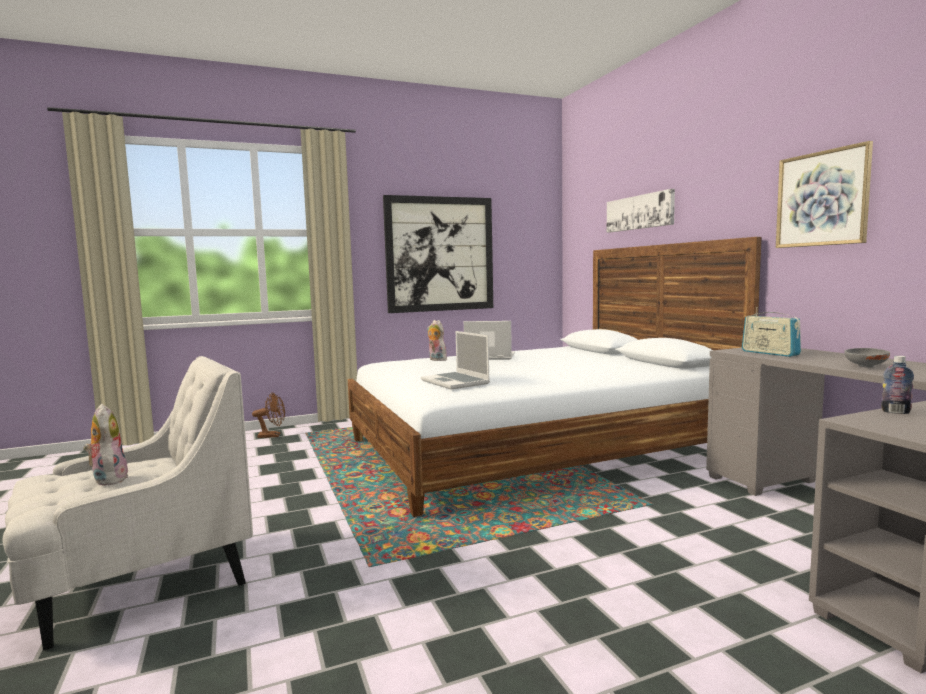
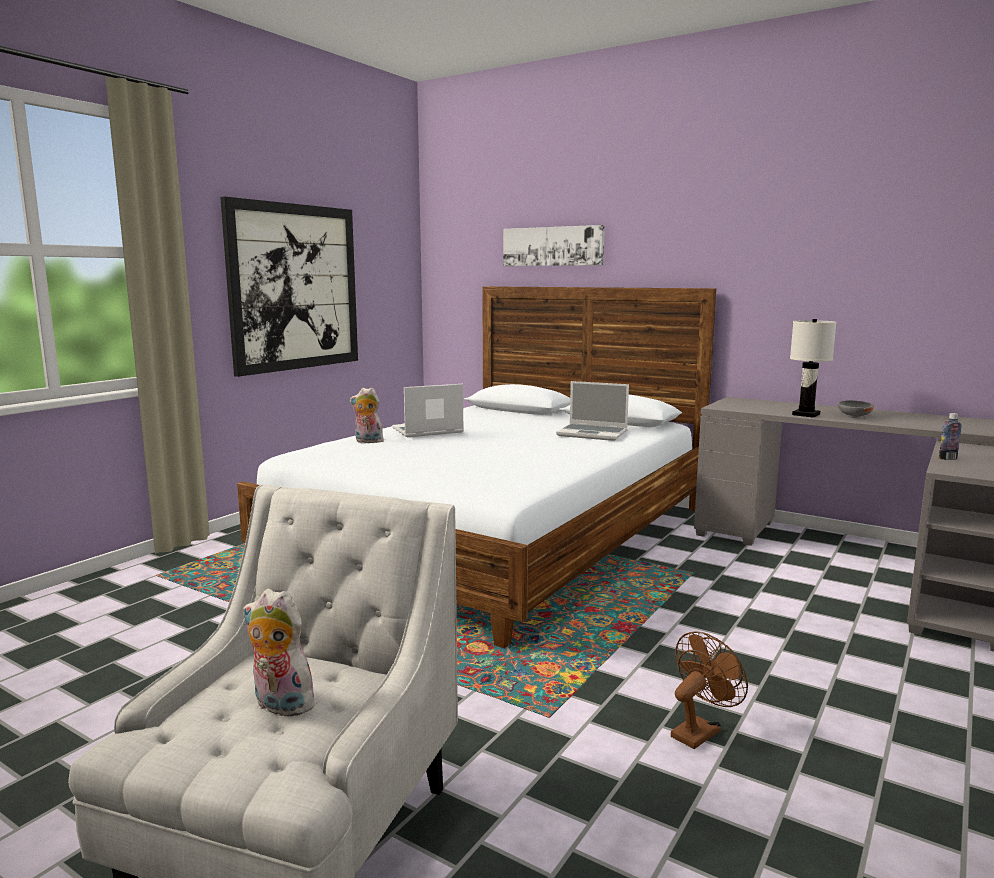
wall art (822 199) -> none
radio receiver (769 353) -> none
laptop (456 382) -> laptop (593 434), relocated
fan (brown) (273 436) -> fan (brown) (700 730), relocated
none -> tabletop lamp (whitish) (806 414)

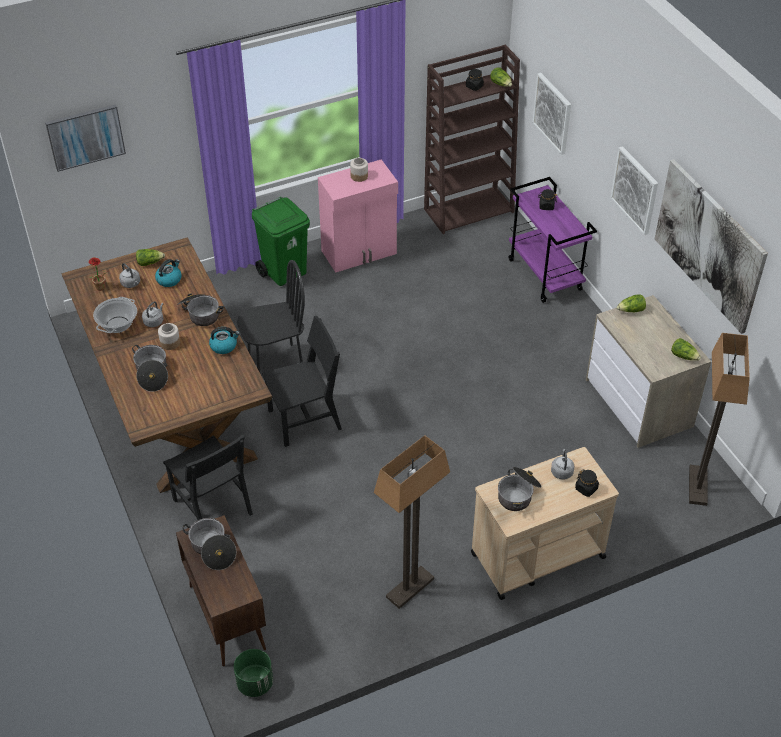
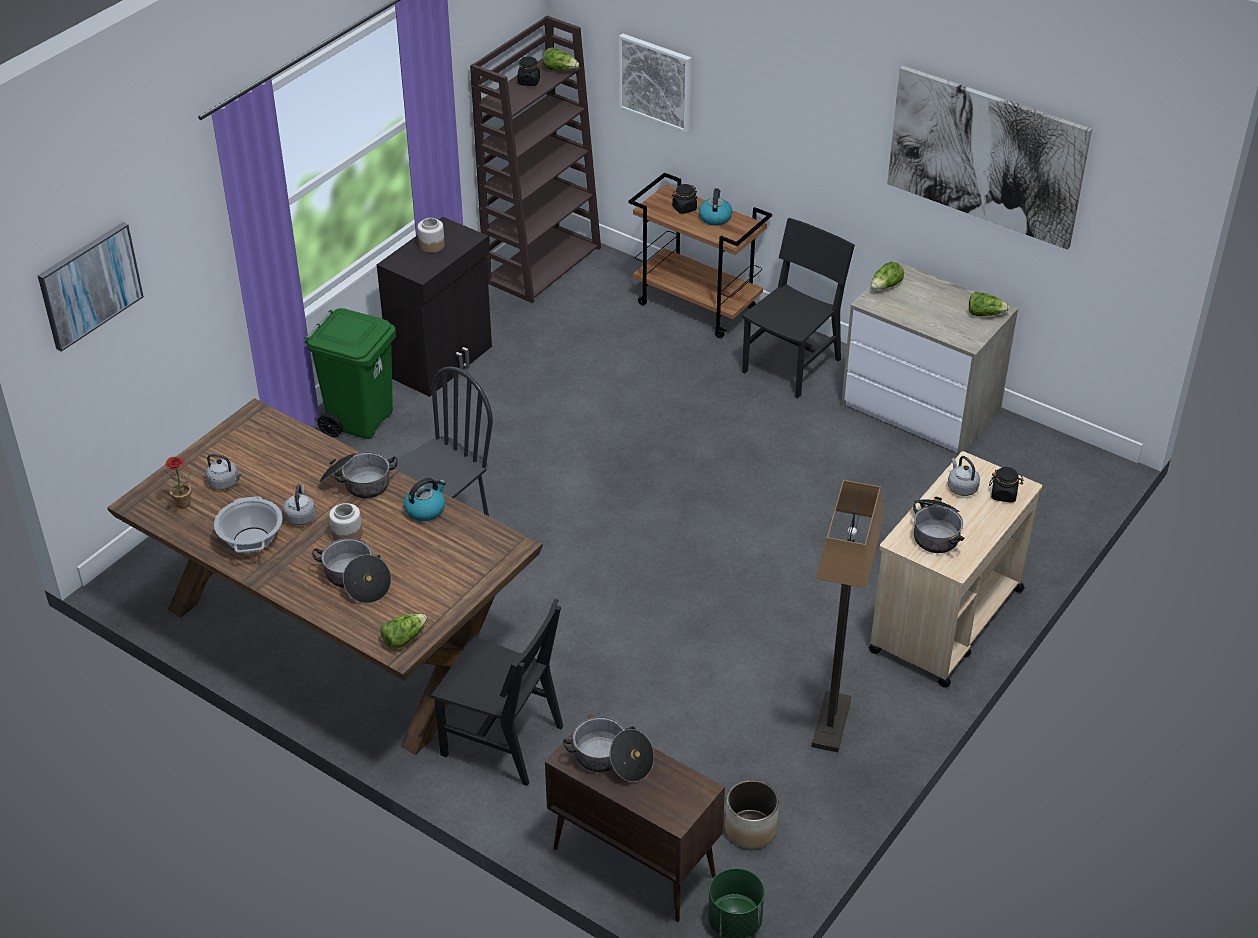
wall art (635 190) -> none
cupboard (pink-coloured) (360 253) -> cupboard (black) (442 362)
wheeled cart (purple-coloured) (545 275) -> wheeled cart (brown) (698 306)
head of lettuce (149 262) -> head of lettuce (403 638), relocated
water kettle (169 279) -> water kettle (715 217), relocated
chair (black) (305 420) -> chair (black) (792 365), relocated
standing lamp (698 486) -> none
none -> plant pot (750 829)

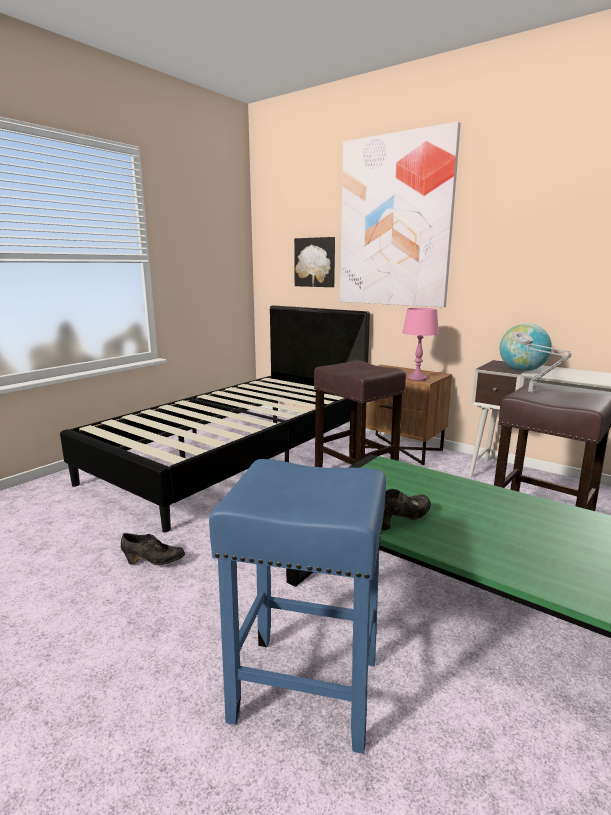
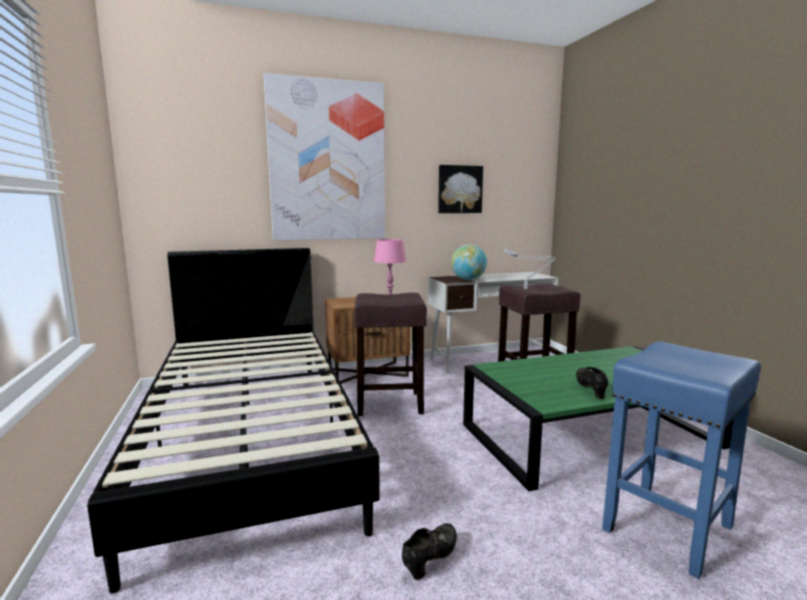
wall art (315 262) -> wall art (459 189), relocated

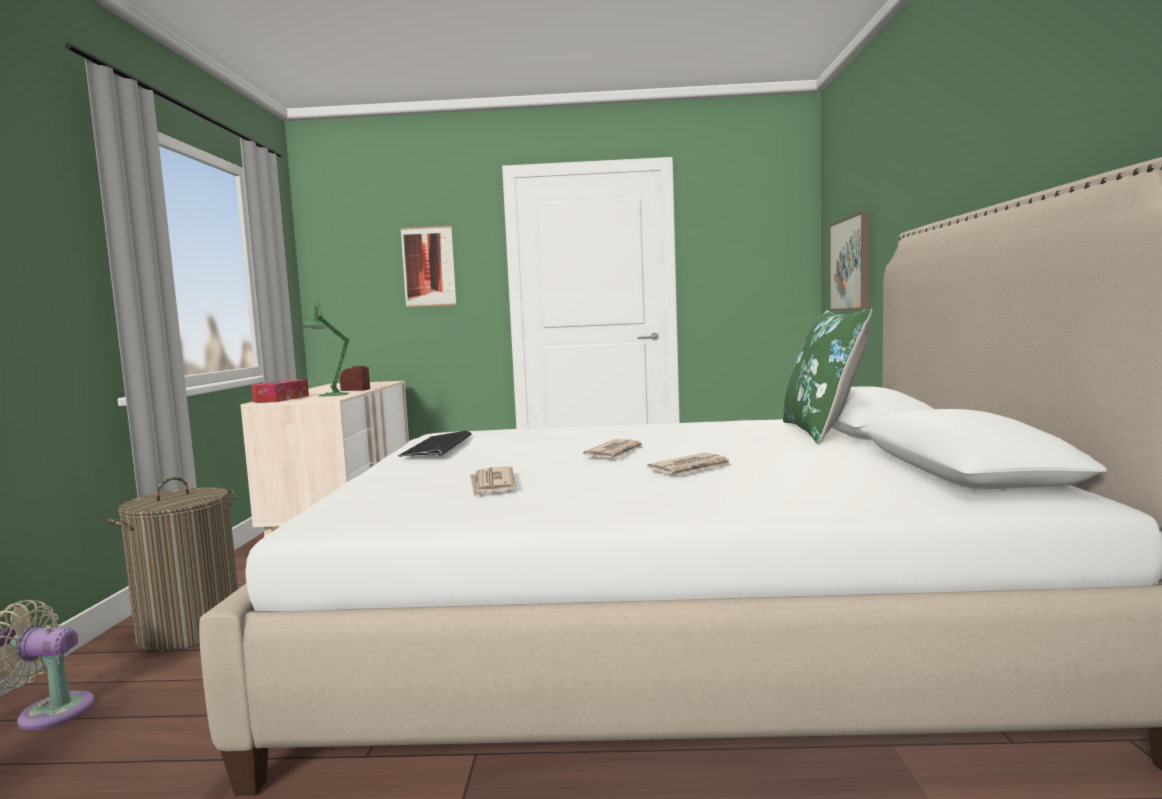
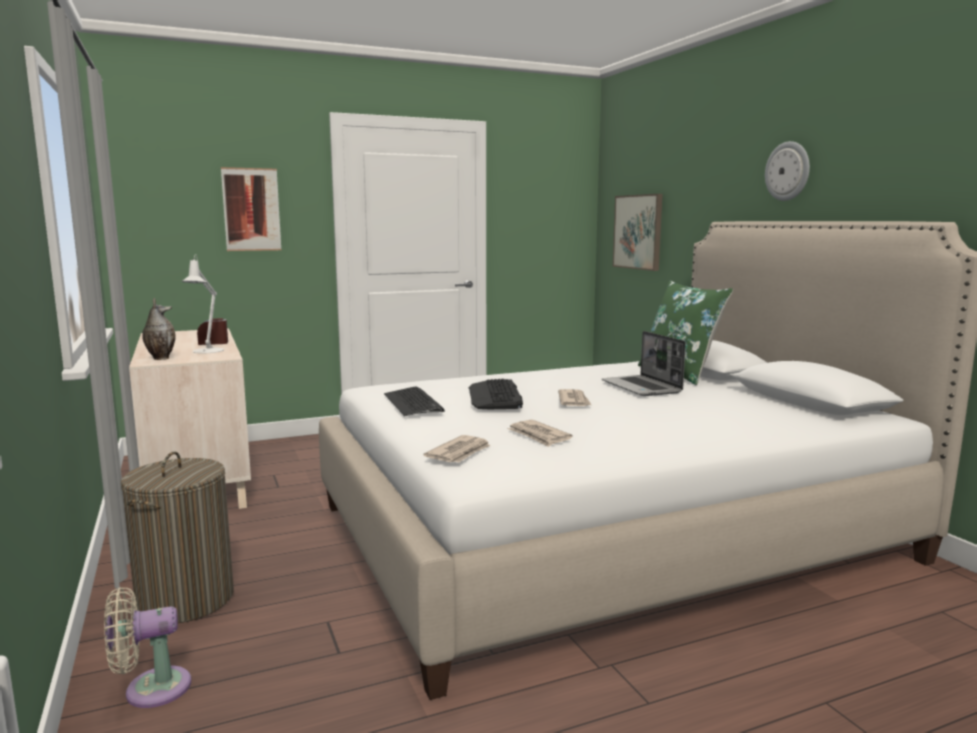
tabletop lamp (green-coloured) (330 395) -> tabletop lamp (whitish) (206 351)
tissue box (281 399) -> vase (160 358)
newspaper (691 468) -> newspaper (460 453), relocated
none -> hanging clock (788 171)
none -> laptop (642 387)
none -> PC keyboard (495 396)

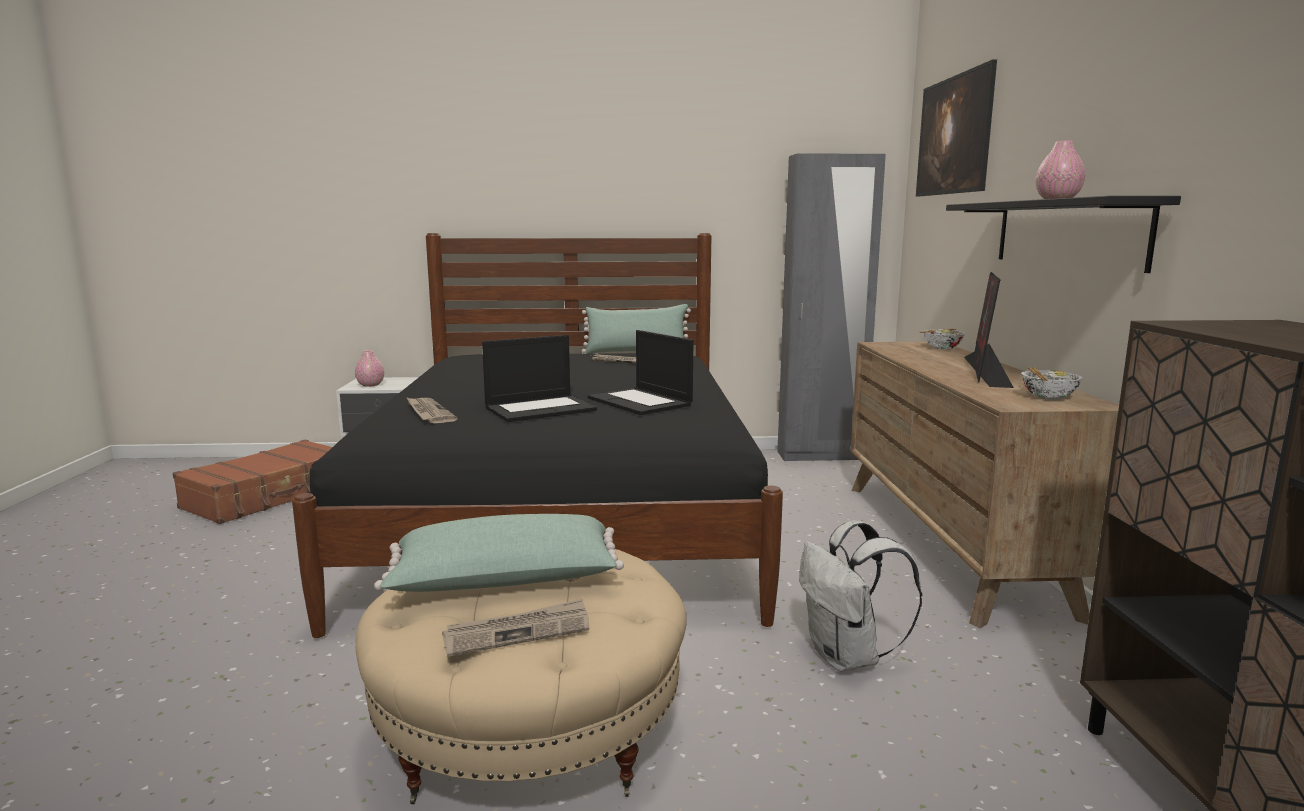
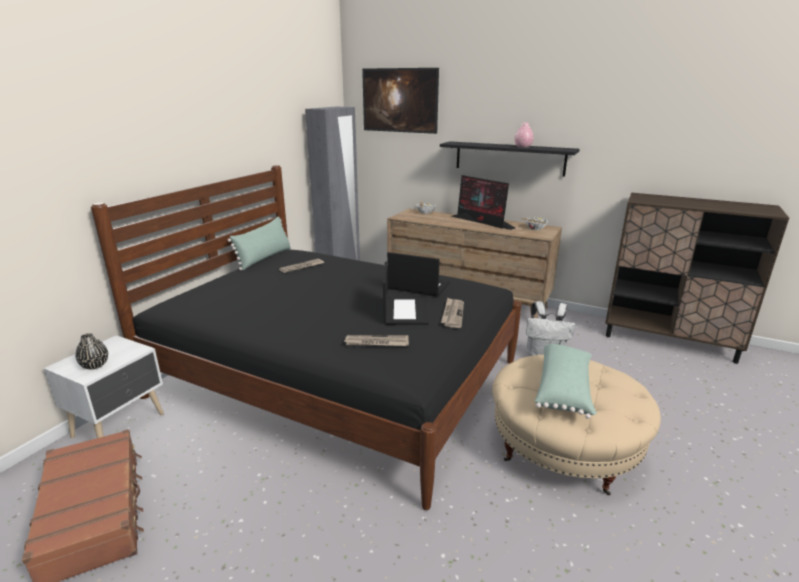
laptop (641 402) -> laptop (417 286), 150 degrees counterclockwise
vase (pink-coloured) (370 385) -> vase (black) (95 365)
newspaper (518 632) -> newspaper (452 314), relocated

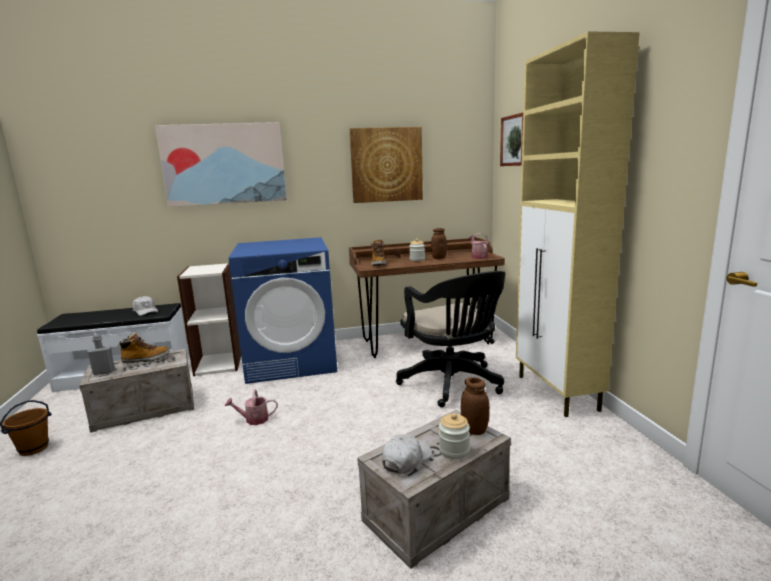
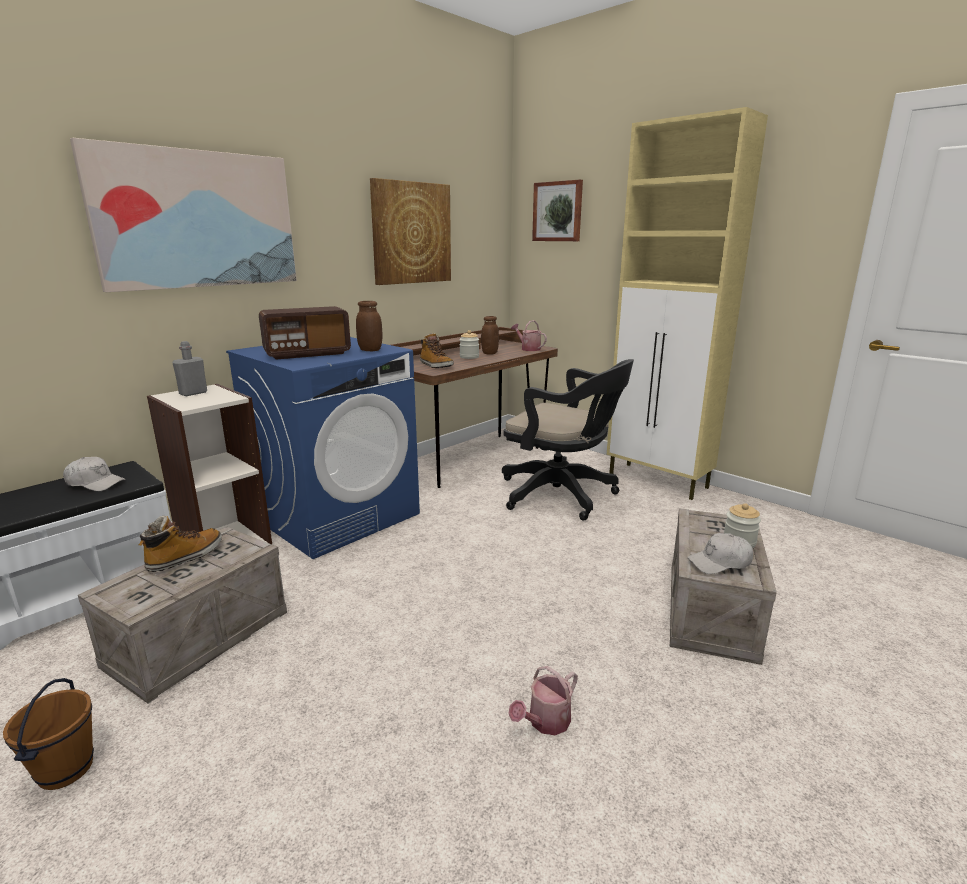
beverage bottle (grey) (104 372) -> beverage bottle (grey) (193 393), relocated
storage jar (brown) (474 430) -> storage jar (brown) (370 350), relocated
sprinkling can (253 419) -> sprinkling can (545 722), relocated
baseball cap (whitish) (406 460) -> baseball cap (whitish) (720 563), 105 degrees counterclockwise
none -> radio receiver (307 354)

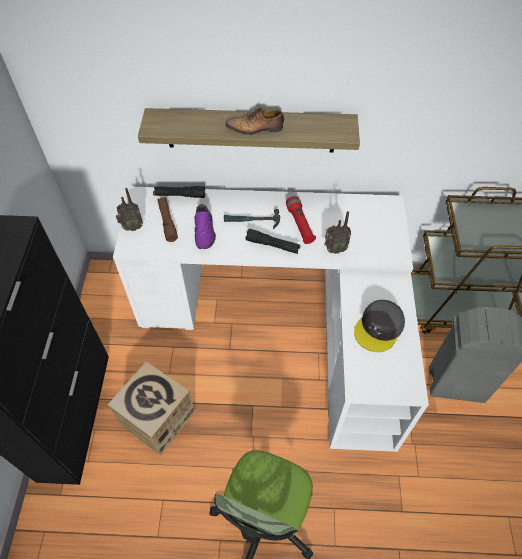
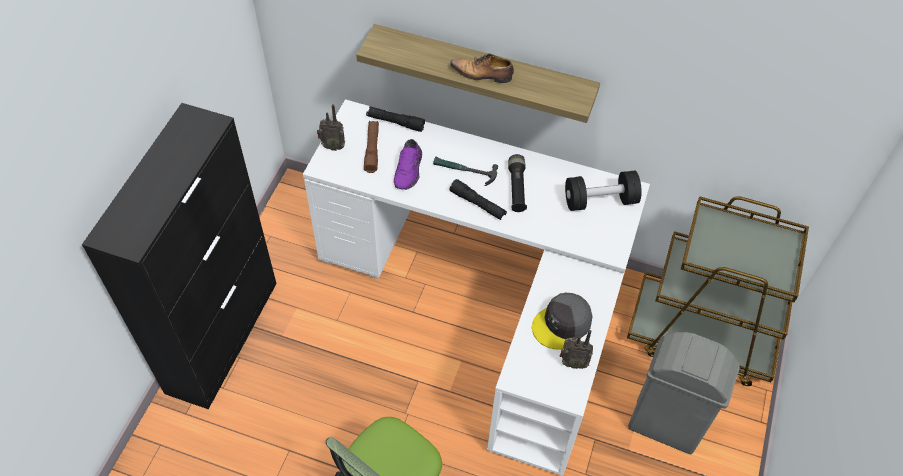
hand torch (red-coloured) (300 224) -> hand torch (black) (516 188)
radio receiver (334 249) -> radio receiver (572 362), relocated
carton (157 418) -> none
none -> hand weight (black) (600 200)

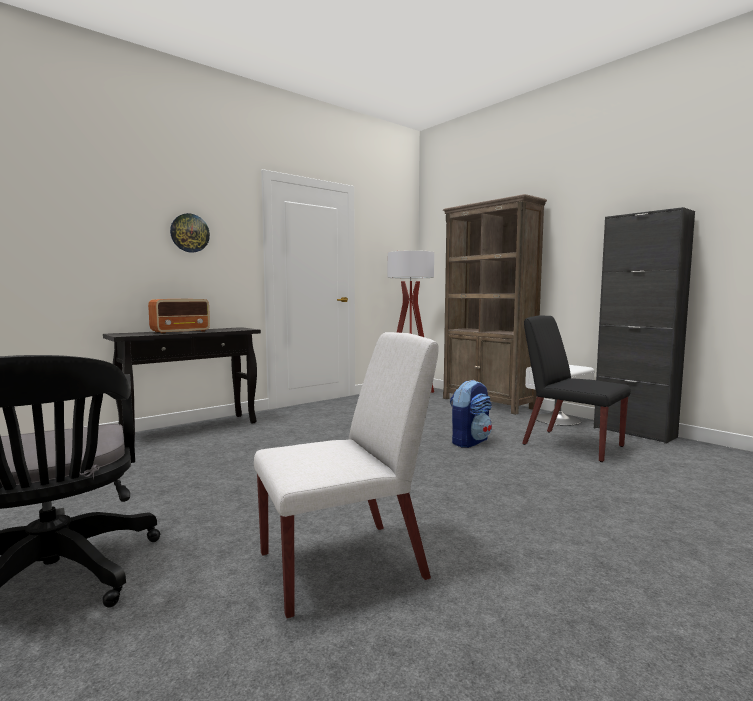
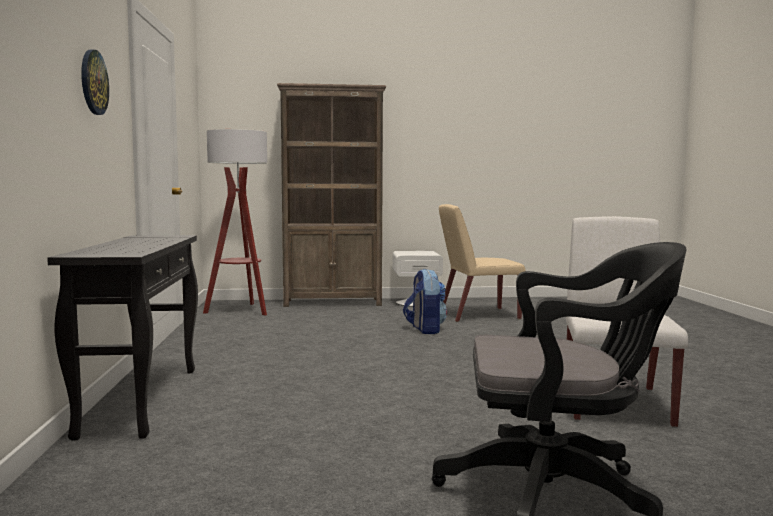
cupboard (black) (634 432) -> none
radio receiver (181 332) -> none
chair (black) (571 445) -> chair (beige-coloured) (478 315)

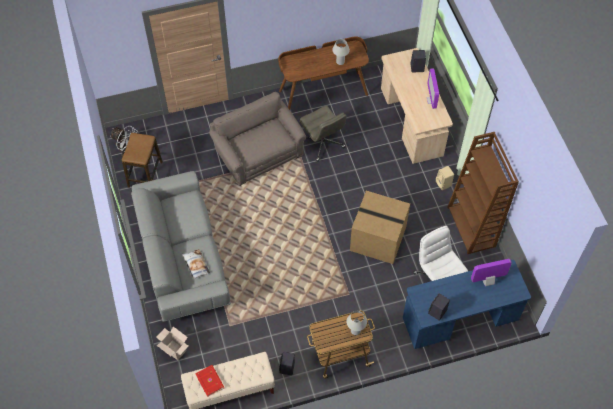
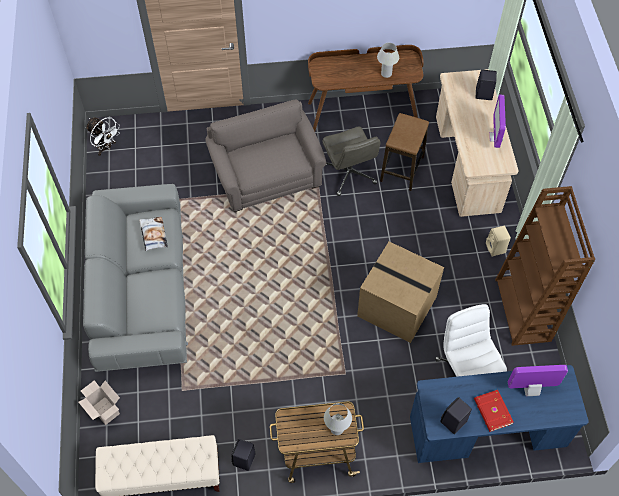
stool (145 174) -> stool (402 169), relocated
throw pillow (196 265) -> throw pillow (153 235), relocated
book (red-coloured) (209 381) -> book (red-coloured) (492 412), relocated

